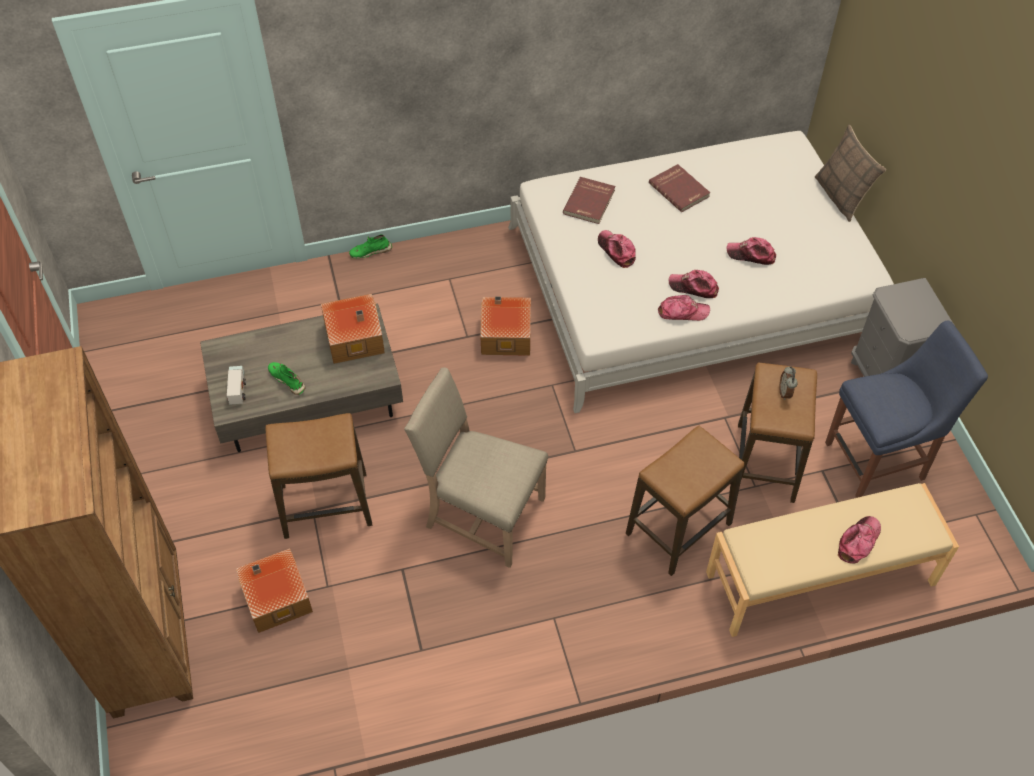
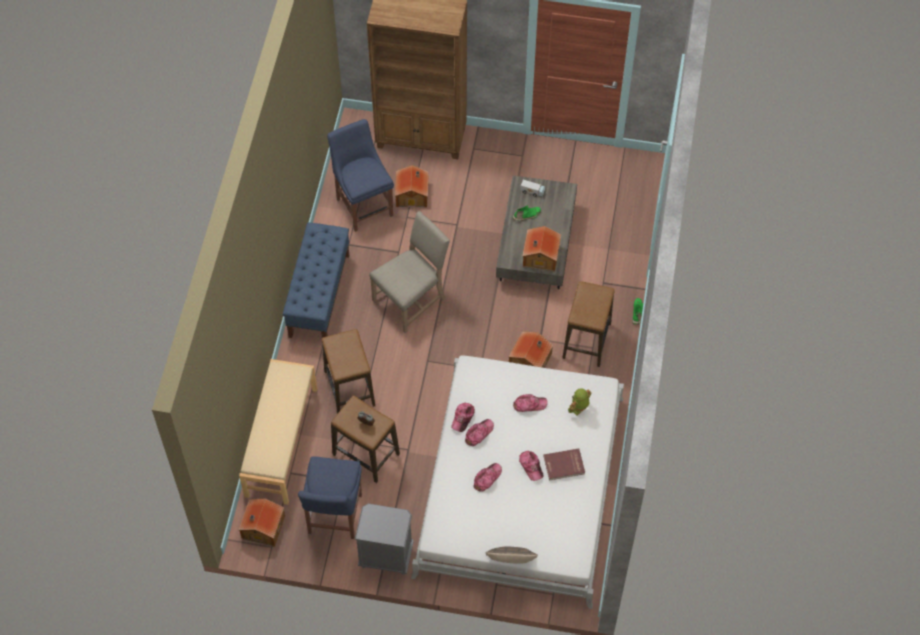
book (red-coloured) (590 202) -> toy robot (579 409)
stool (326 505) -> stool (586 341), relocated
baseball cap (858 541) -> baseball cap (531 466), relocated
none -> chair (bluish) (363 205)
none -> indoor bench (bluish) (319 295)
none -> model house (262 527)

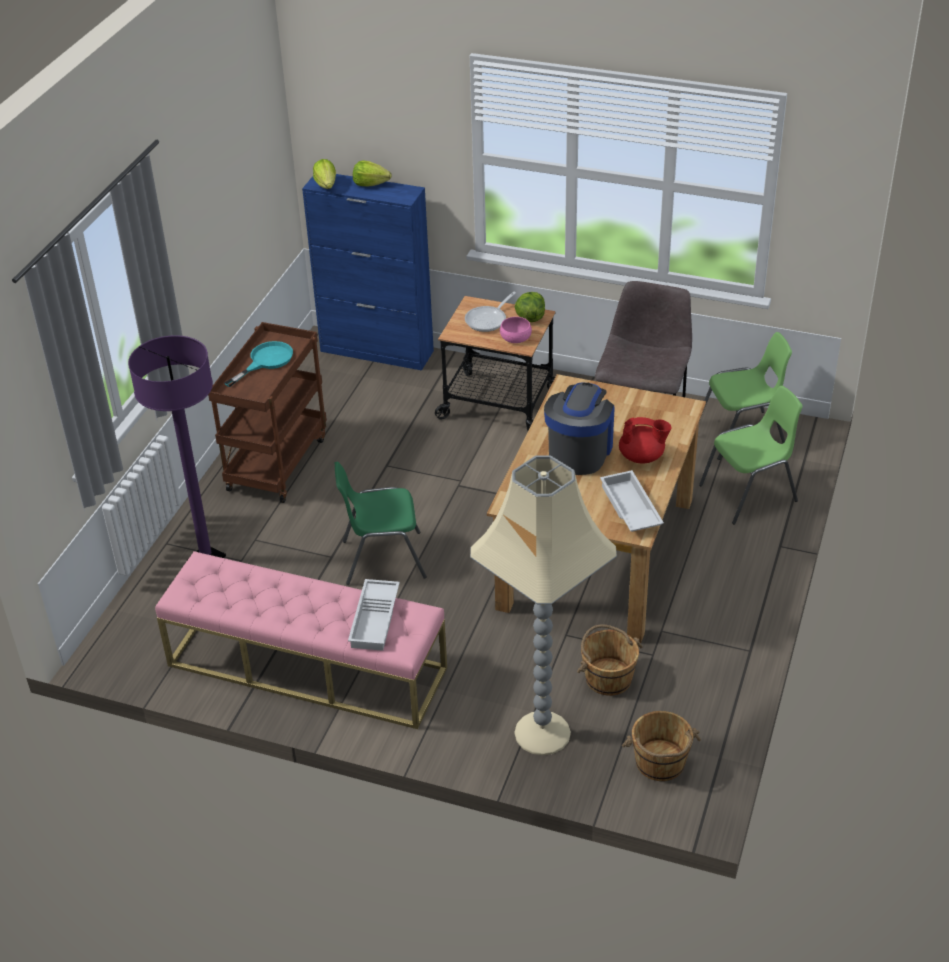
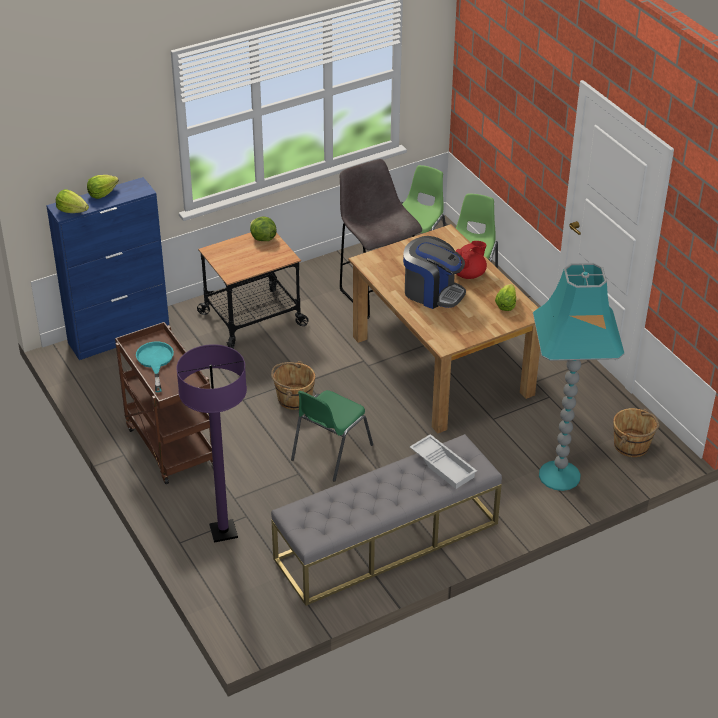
frying pan (488 320) -> none
bowl (pink-coloured) (515 337) -> none
coffee machine (579 451) -> coffee machine (432 292), 150 degrees clockwise
standing lamp (beige-coloured) (542 734) -> standing lamp (turquoise-coloured) (560 476)
tray (whitish) (629 508) -> head of lettuce (506 304)
indoor bench (pink-coloured) (306 667) -> indoor bench (grey) (386 541)
water bucket (brown) (608 677) -> water bucket (brown) (294 398), relocated

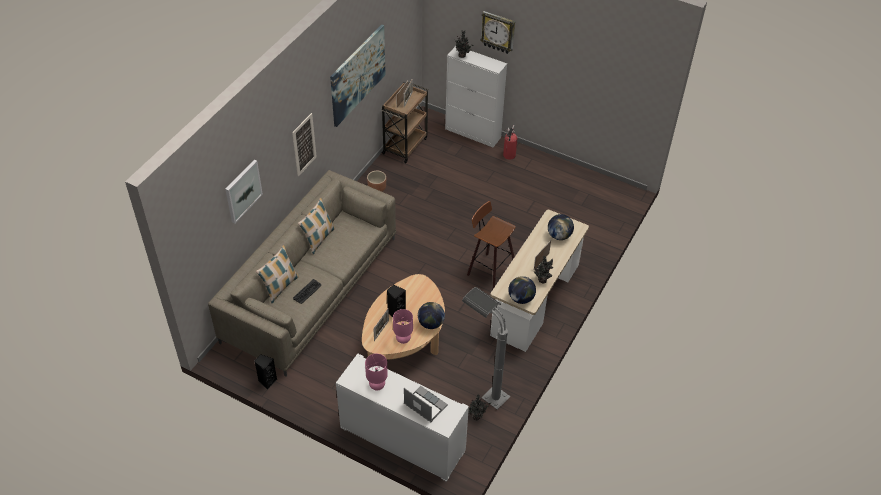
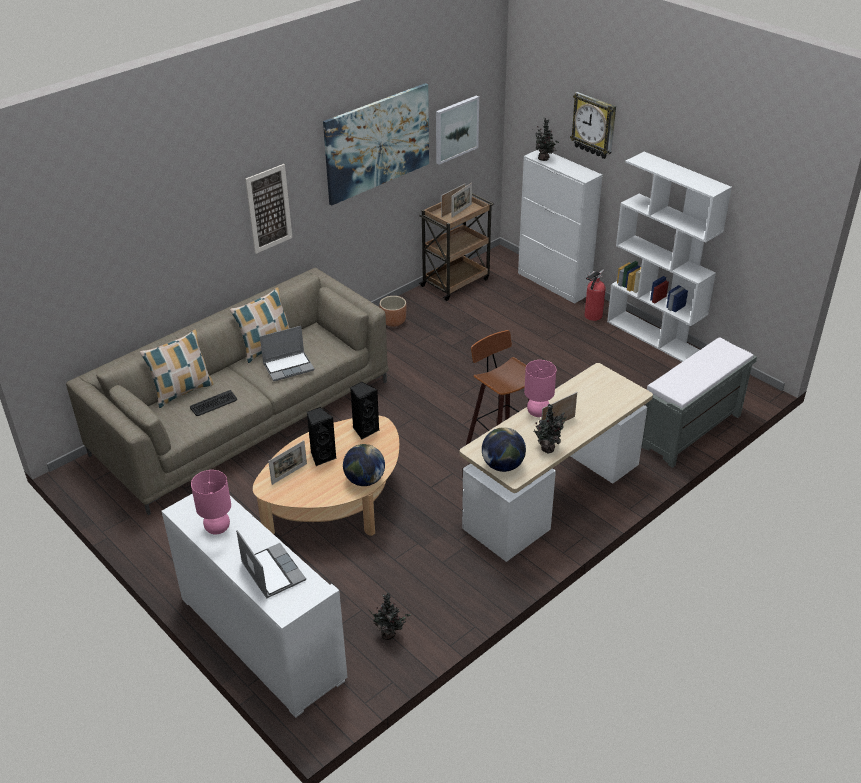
wall art (243 191) -> wall art (456 129), relocated
globe (559 235) -> none
standing lamp (grey) (483 390) -> none
tabletop lamp (pink-coloured) (403 339) -> tabletop lamp (pink-coloured) (537 412), relocated
audio speaker (black) (267 381) -> audio speaker (black) (365 430), relocated
none -> bookshelf (whitish) (654 336)
none -> laptop (289 366)
none -> indoor bench (grey) (690 432)

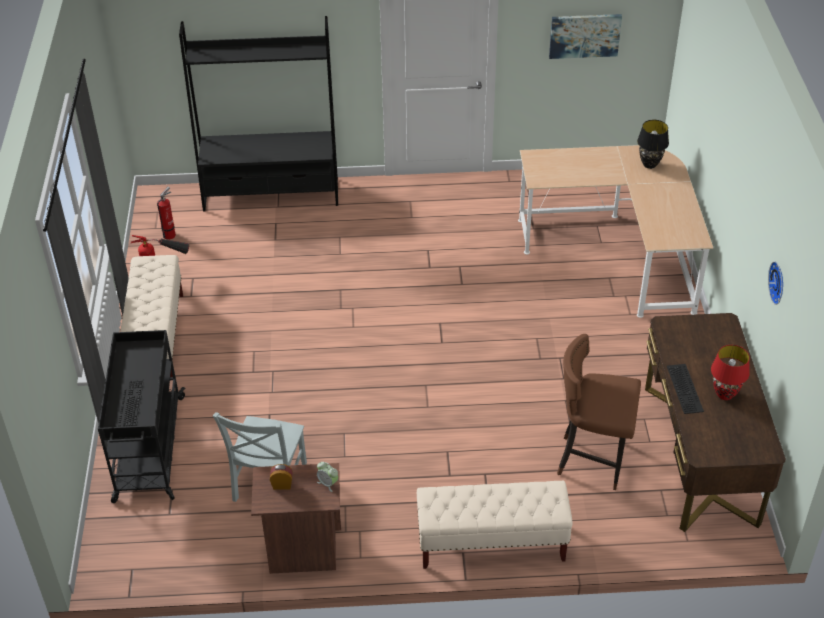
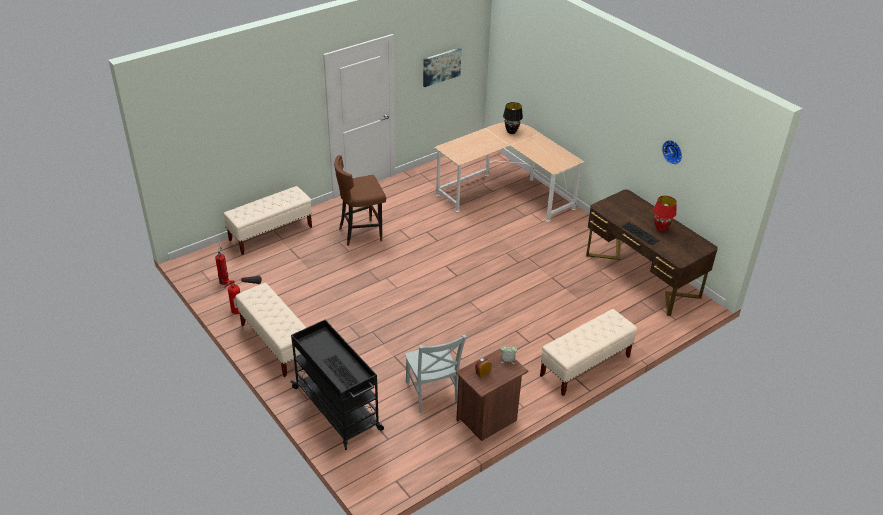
bookshelf (black) (271 195) -> indoor bench (beige-coloured) (271 234)
stool (brown) (592 460) -> stool (brown) (361 233), relocated

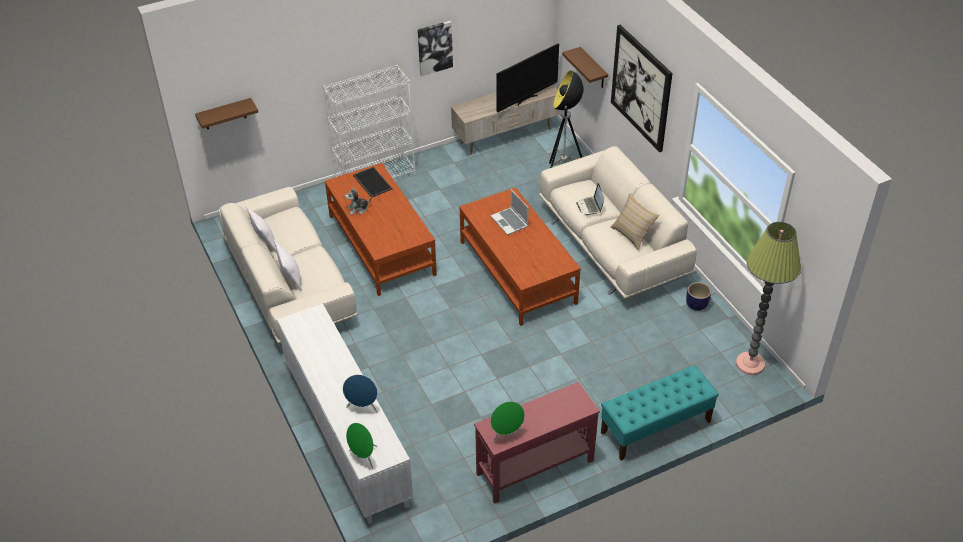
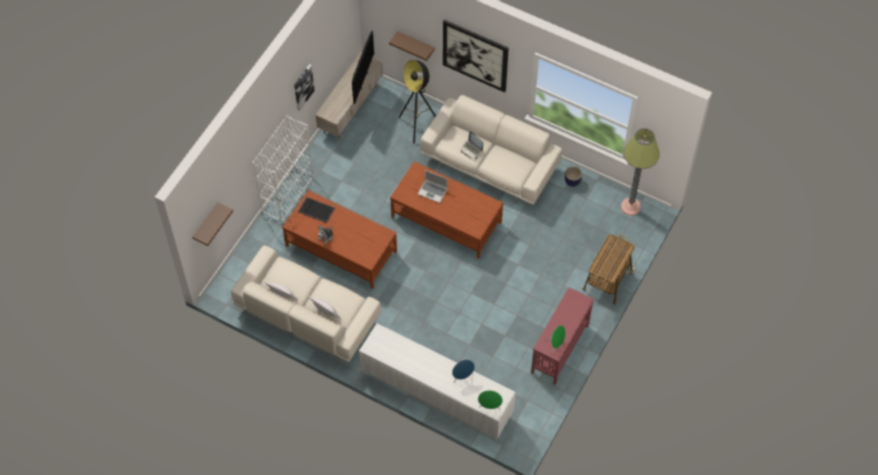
throw pillow (beige-coloured) (632 234) -> none
indoor bench (turquoise-coloured) (655 427) -> wheeled cart (607 282)

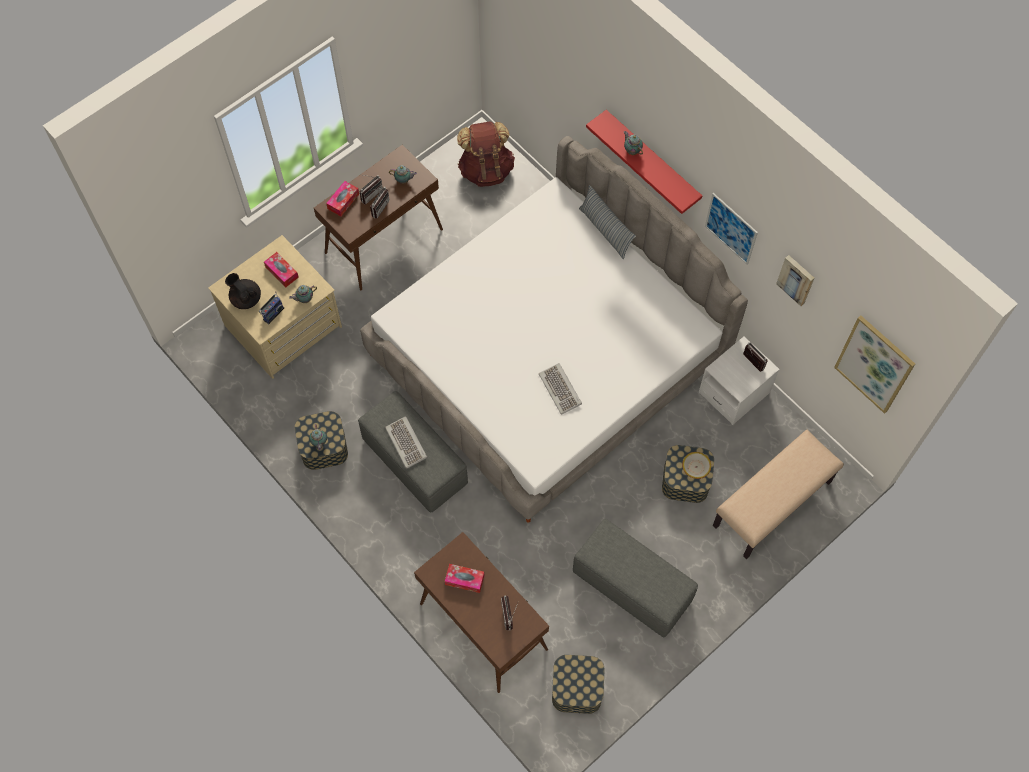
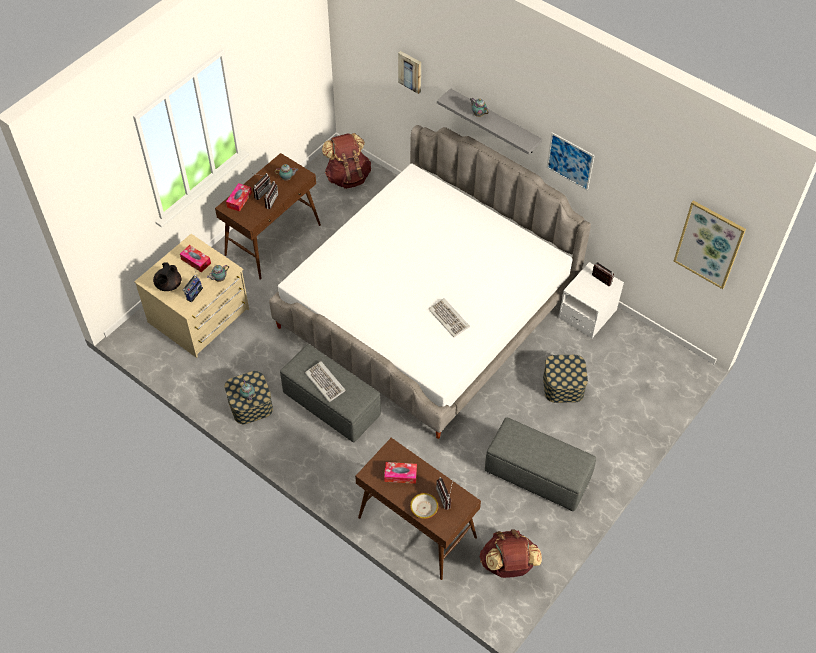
wall shelf (red-coloured) (652 160) -> wall shelf (grey) (494 122)
throw pillow (605 231) -> none
wall art (796 279) -> wall art (410 71), relocated
teapot (black) (246 299) -> teapot (black) (168 285), 105 degrees counterclockwise
indoor bench (beige-coloured) (772 505) -> none
bowl (696 467) -> bowl (424 508), relocated
storage bin (577 688) -> backpack (brown) (508 565)

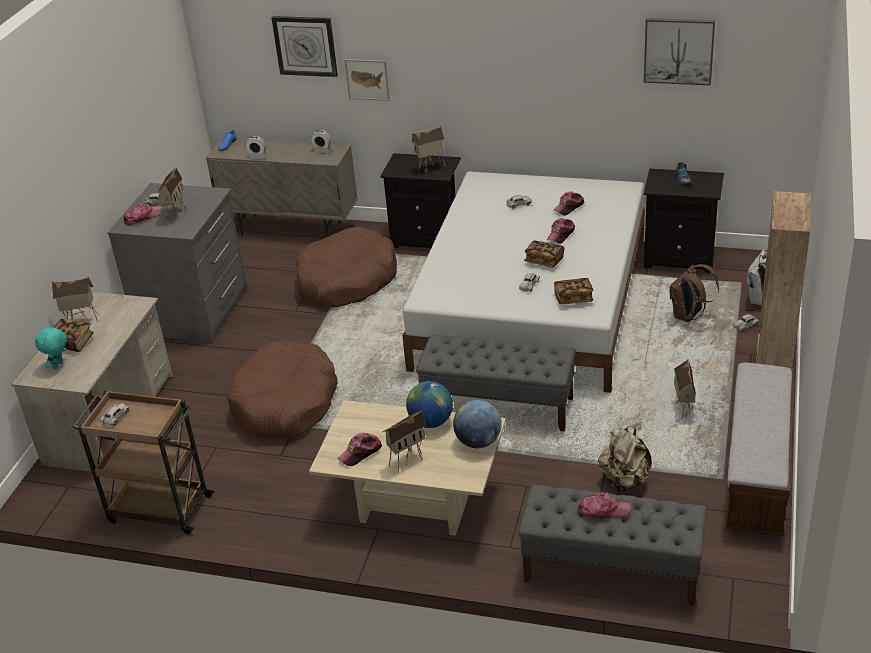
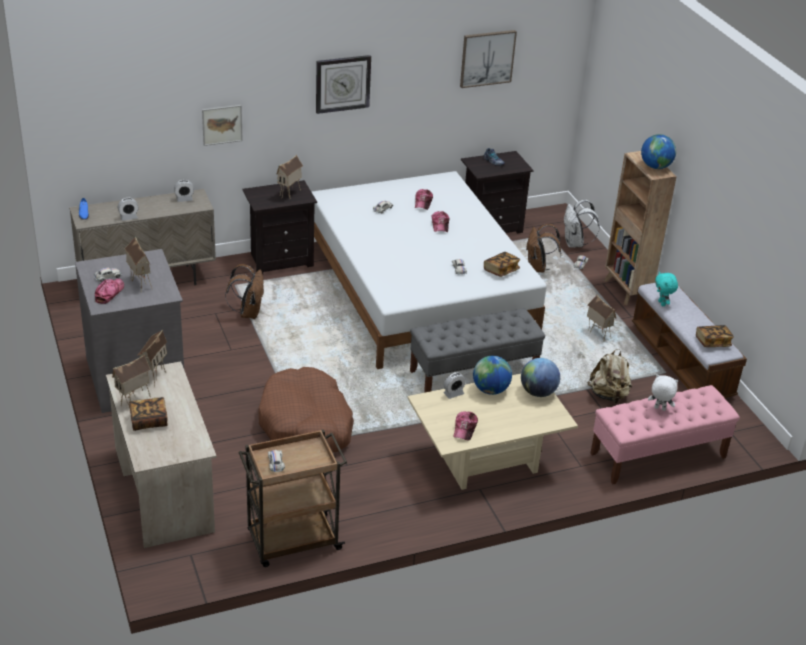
hanging clock (305 46) -> hanging clock (342 83), relocated
pet bed (brown) (346 280) -> backpack (brown) (248 312)
book (544 261) -> book (712 342), relocated
soft toy (turquoise-coloured) (59 366) -> soft toy (turquoise-coloured) (662 303), relocated
model house (406 460) -> model house (153 376), relocated
indoor bench (grey) (611 570) -> indoor bench (pink-coloured) (657 455)
baseball cap (603 510) -> soft toy (whitish) (659 409)
none -> globe (655 166)
none -> table clock (453 393)

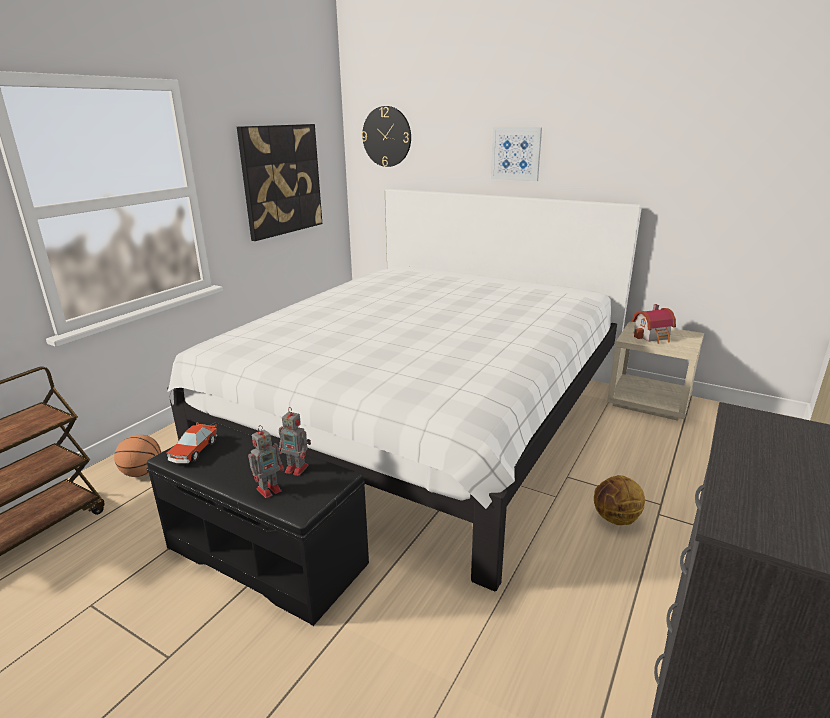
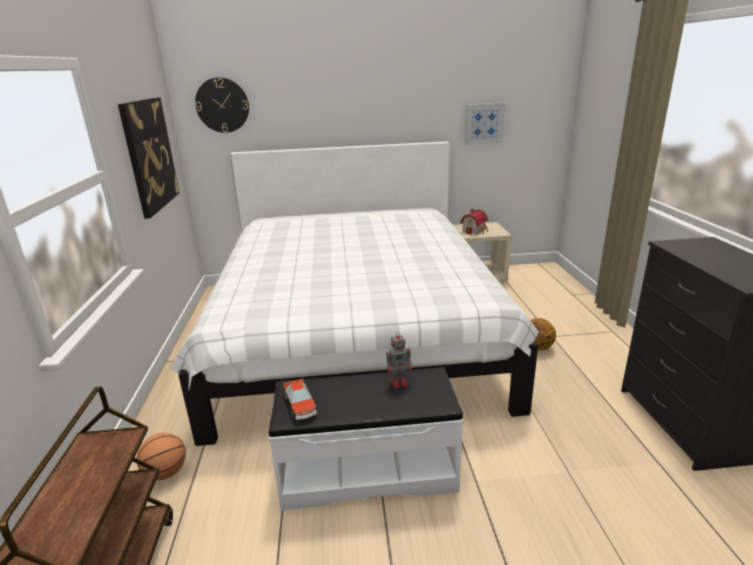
wall art (516 154) -> wall art (484 123), relocated
indoor bench (black) (267 554) -> indoor bench (whitish) (368 470)
toy robot (270 489) -> none

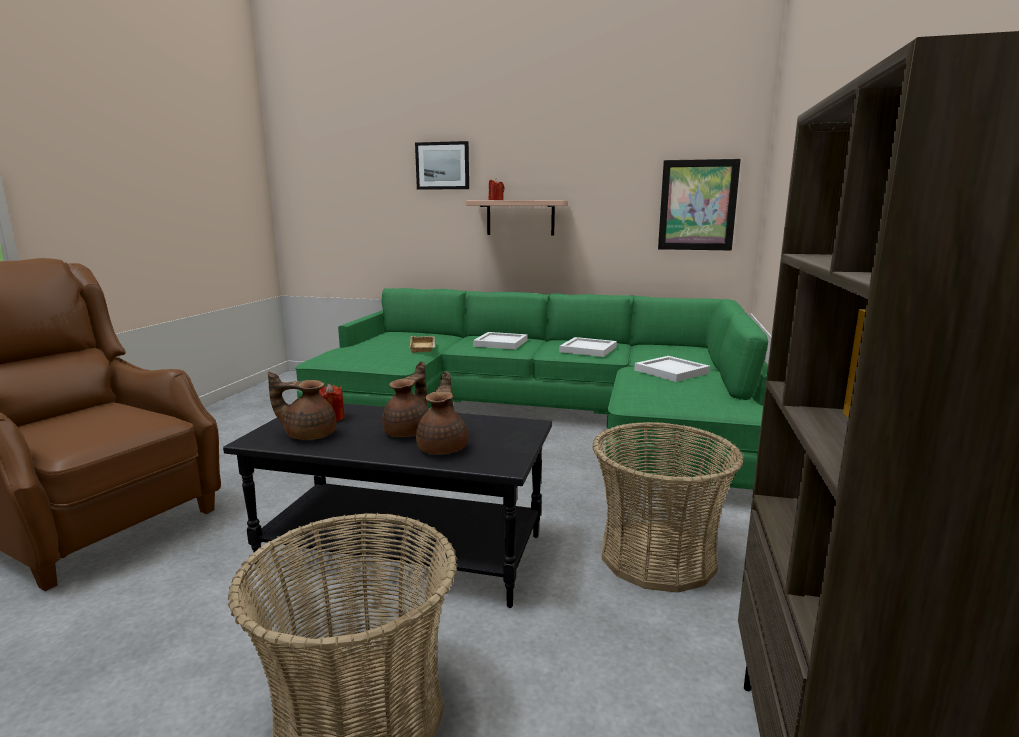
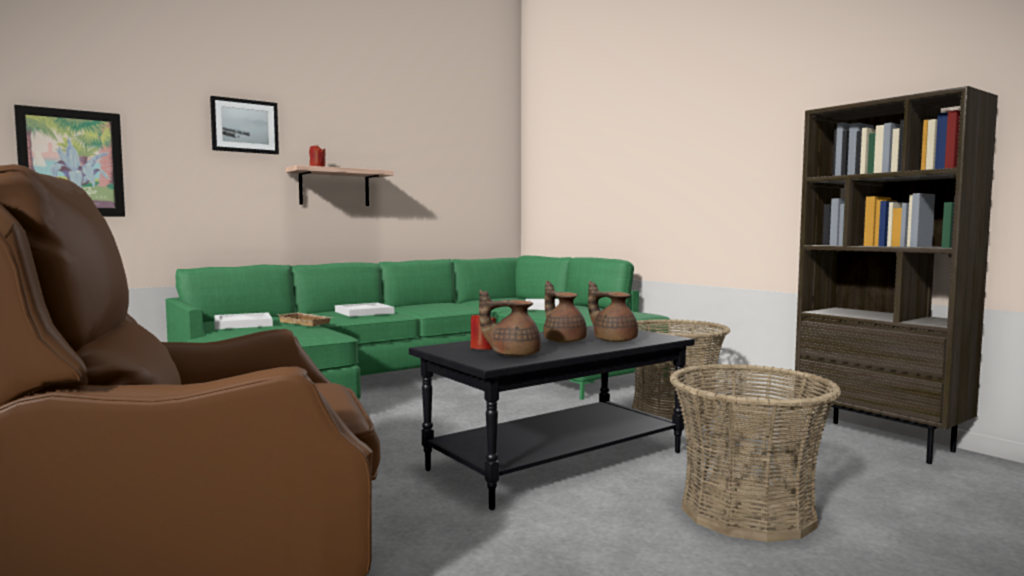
wall art (697 205) -> wall art (72 163), relocated
tray (whitish) (589 349) -> tray (whitish) (244 324), relocated
teapot (brown) (309 435) -> teapot (brown) (513 354), 45 degrees clockwise

